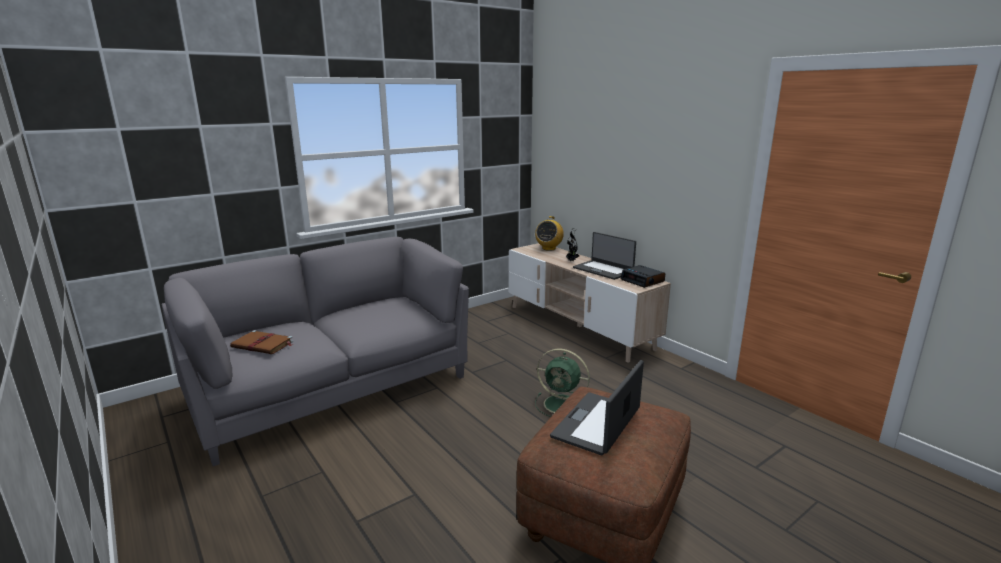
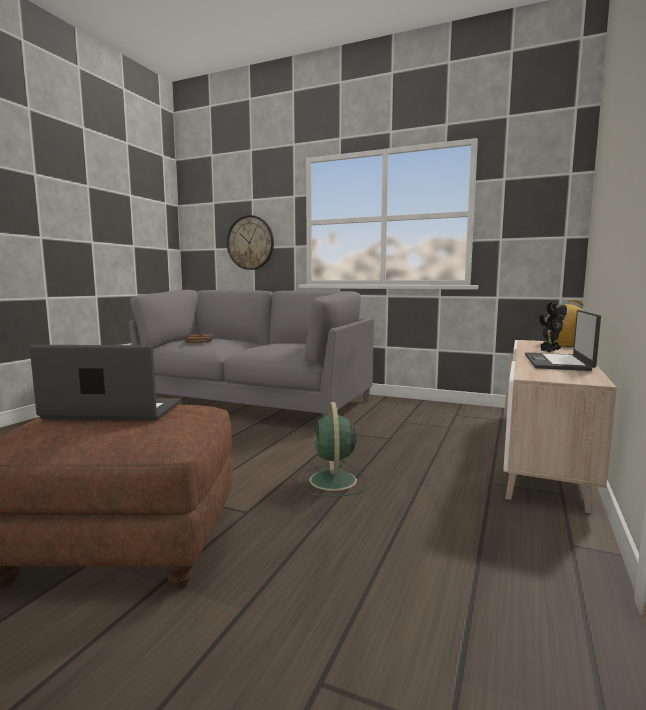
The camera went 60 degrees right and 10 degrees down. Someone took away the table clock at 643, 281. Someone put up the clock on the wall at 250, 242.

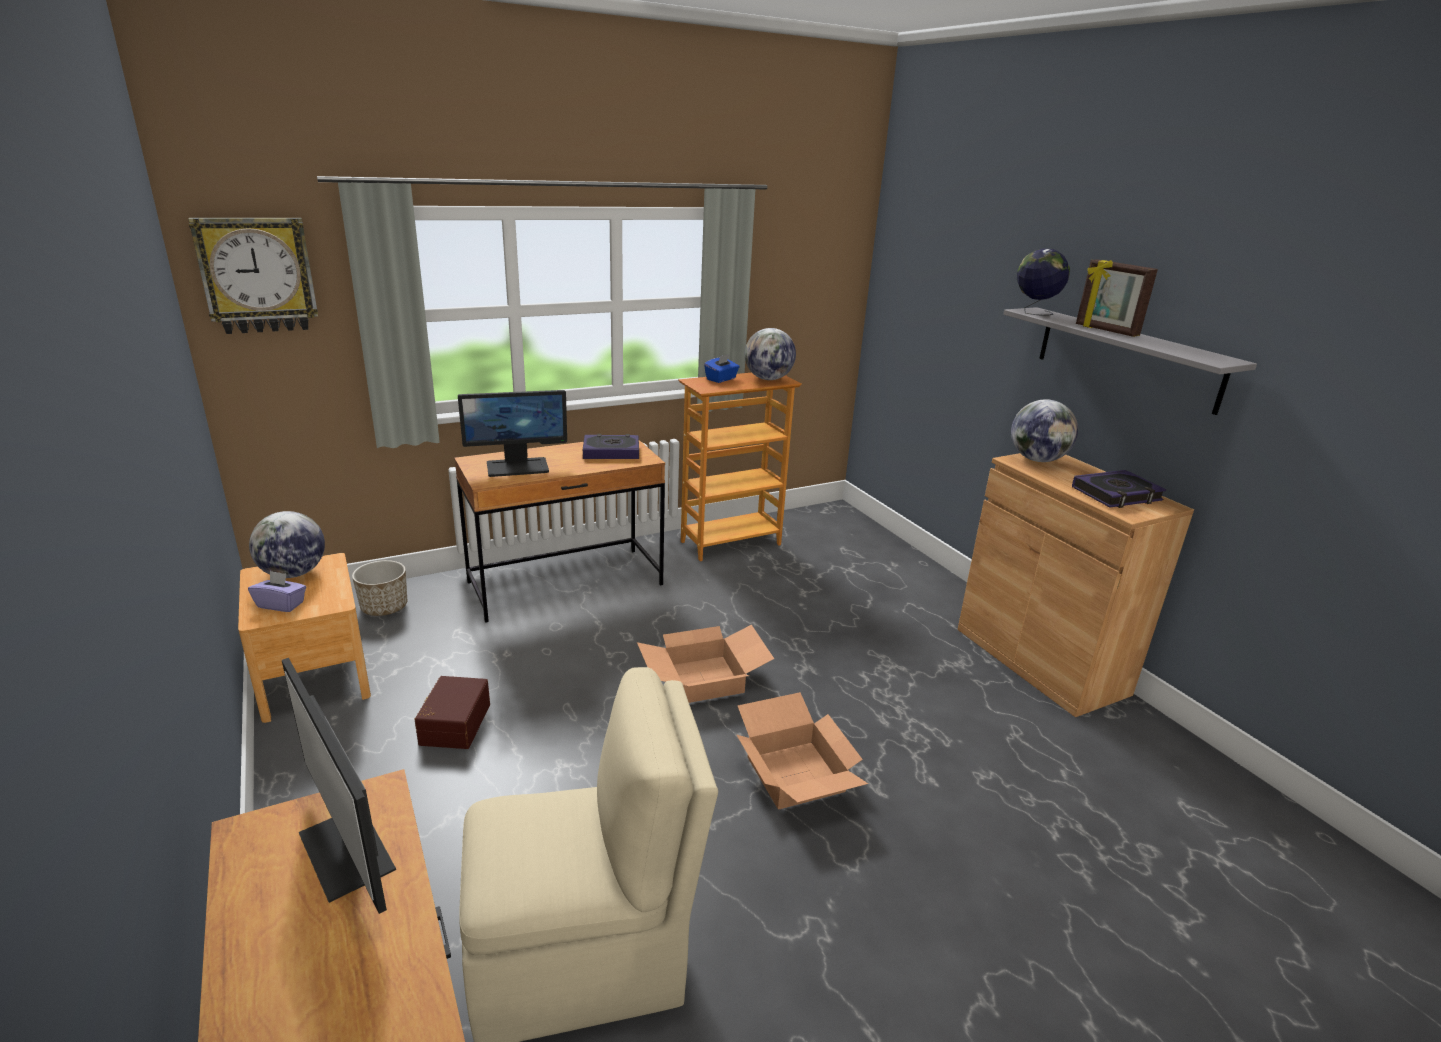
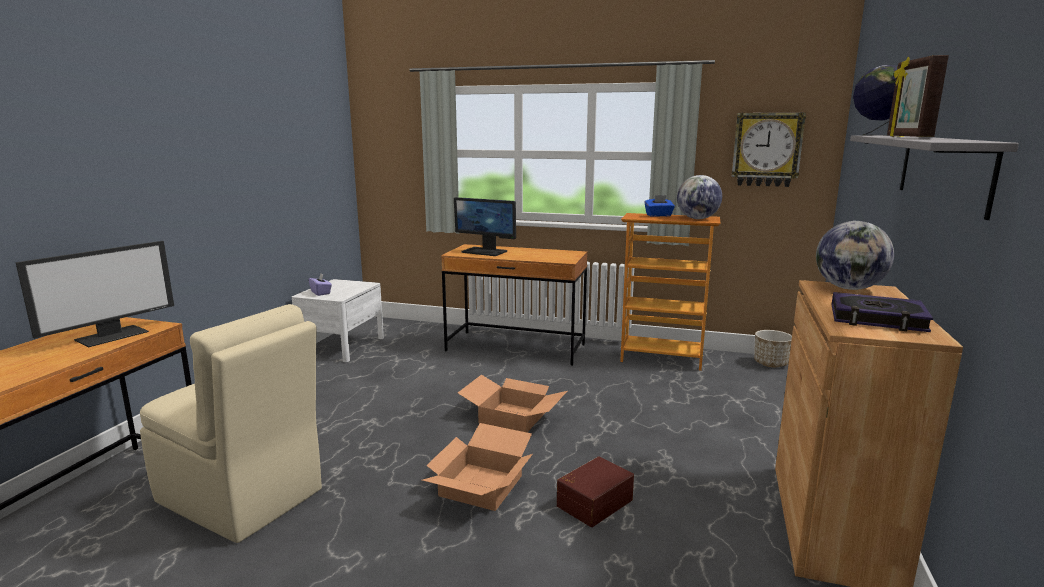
The camera went 45 degrees right and 10 degrees down. Someone took away the desk globe at 293, 573. Someone took away the volume at 611, 451. Someone carried the clock on the wall from 257, 275 to 766, 149. Someone carried the flower pot from 384, 607 to 771, 363. Someone carried the brown-coloured storage box from 453, 724 to 593, 502. Someone repainted the brown-coloured nightstand at 314, 675, which became the white nightstand at 342, 346. Someone rotated the computer screen at 349, 851 by 150 degrees counterclockwise.

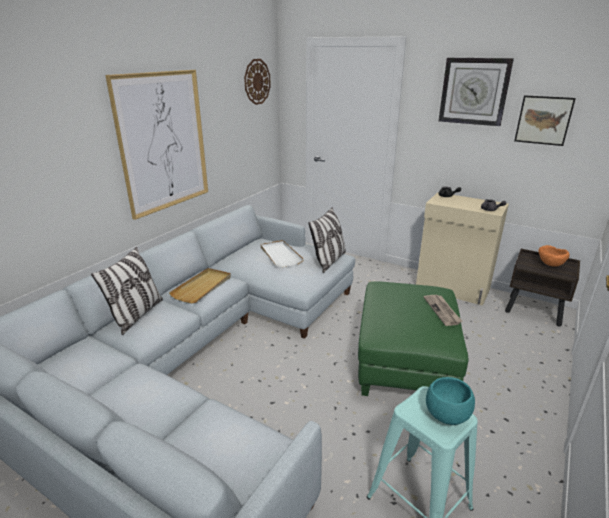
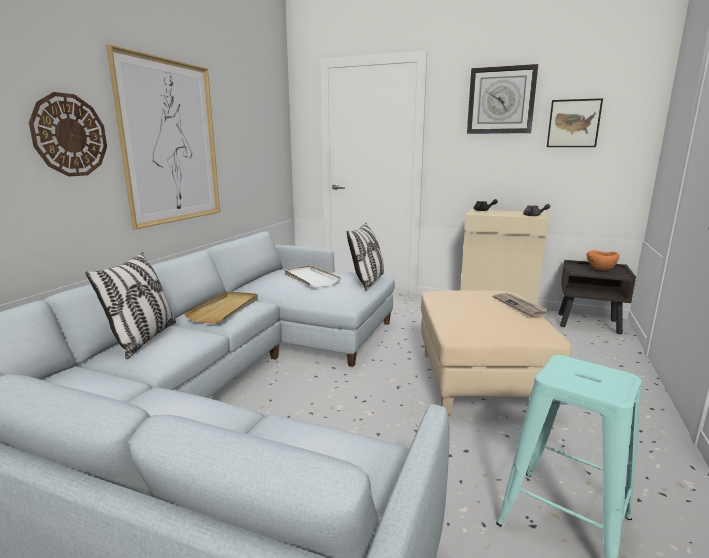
The camera went 10 degrees left and 10 degrees down. Someone took away the turquoise bowl at 446, 415. Someone carried the clock on the wall from 257, 81 to 69, 135. Someone repainted the greenish footrest at 405, 366, which became the sand-coloured footrest at 480, 382.

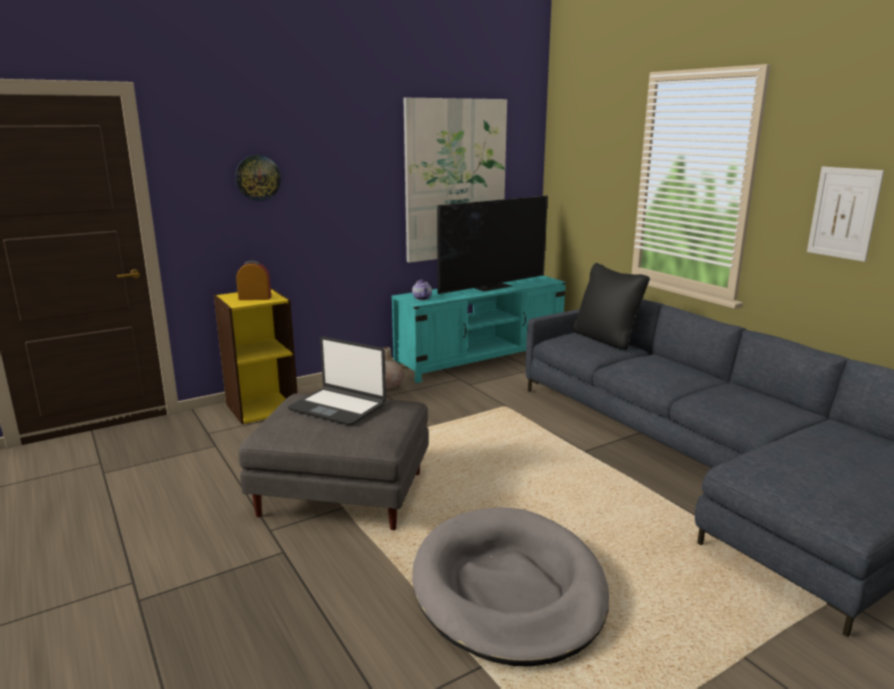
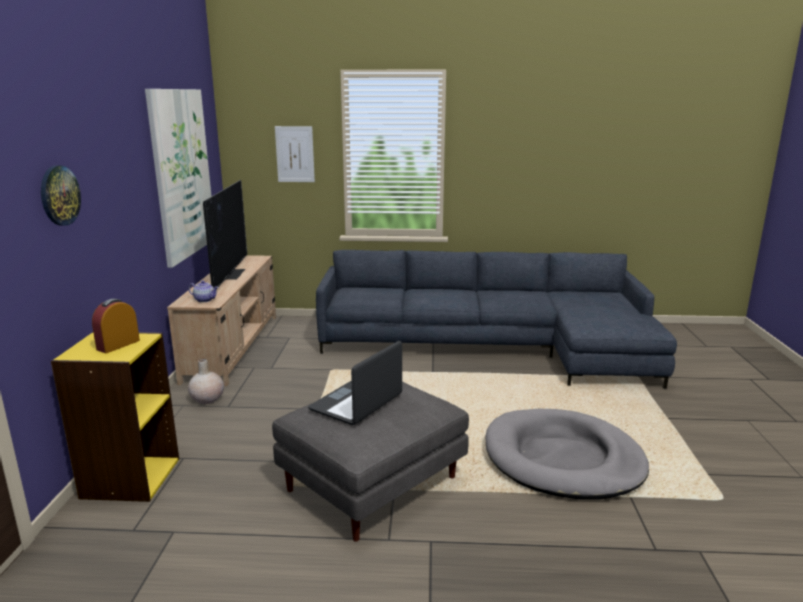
The camera went 55 degrees left and 0 degrees up. Someone took away the black-coloured throw pillow at 606, 339. Someone carried the wall art from 843, 213 to 295, 154. Someone repainted the turquoise tv unit at 481, 358, which became the sand-coloured tv unit at 233, 346. Someone rotated the notebook computer at 338, 407 by 150 degrees clockwise.

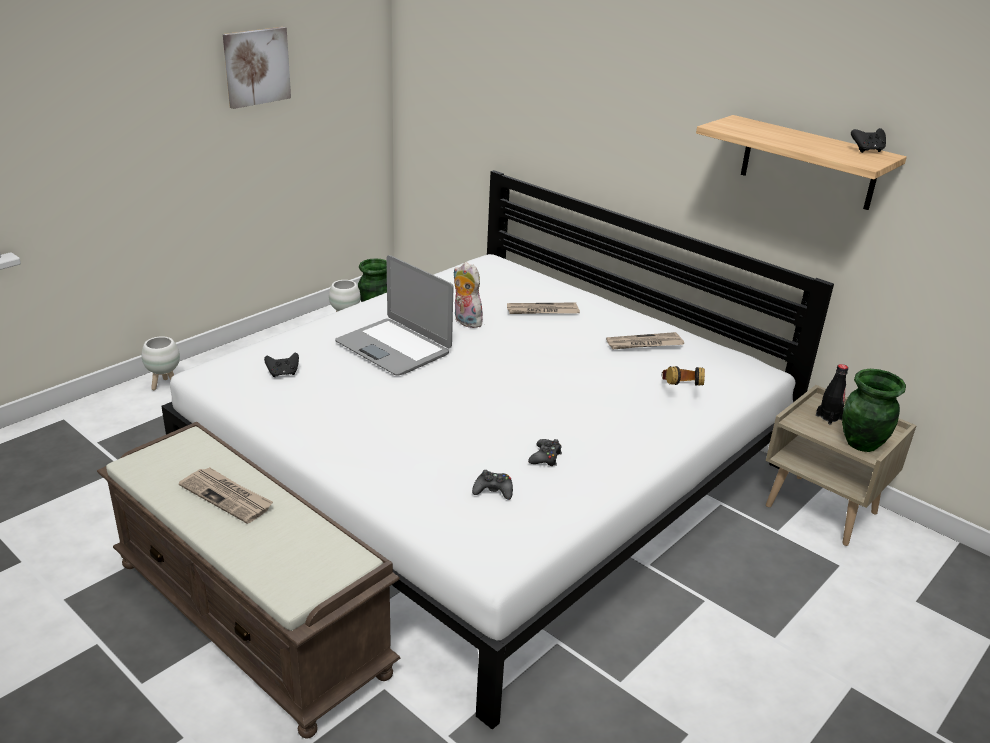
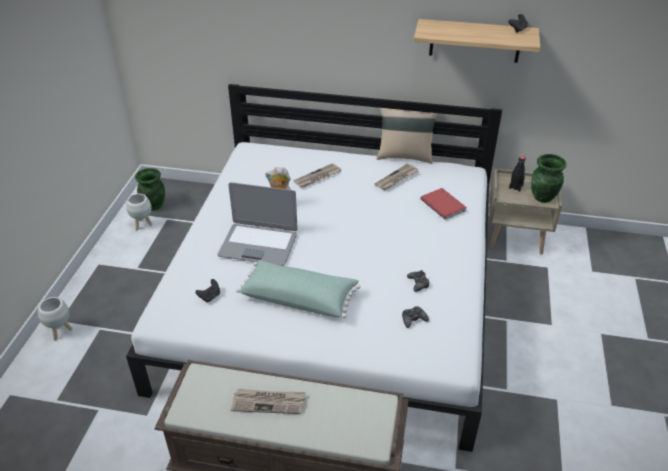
The camera went 30 degrees left and 10 degrees up. Someone took away the wall art at 256, 66. Someone put down the greenish throw pillow at 299, 297. Someone put down the sand-coloured throw pillow at 404, 156. Someone swapped the pair of headphones at 679, 390 for the reddish volume at 444, 204.

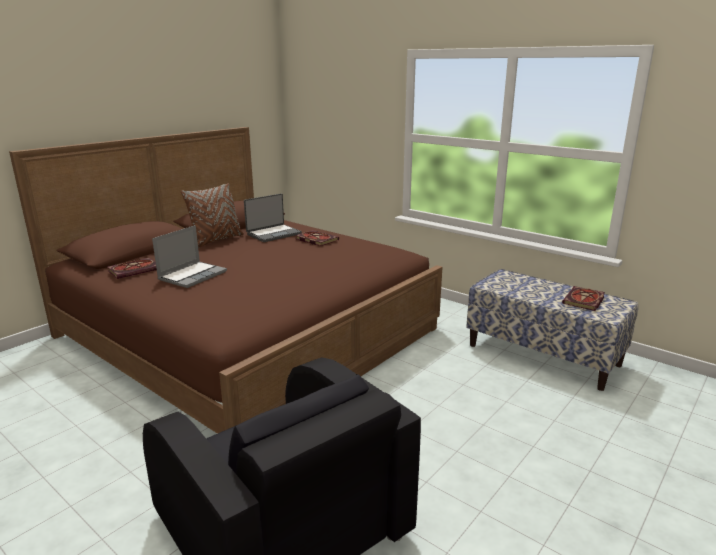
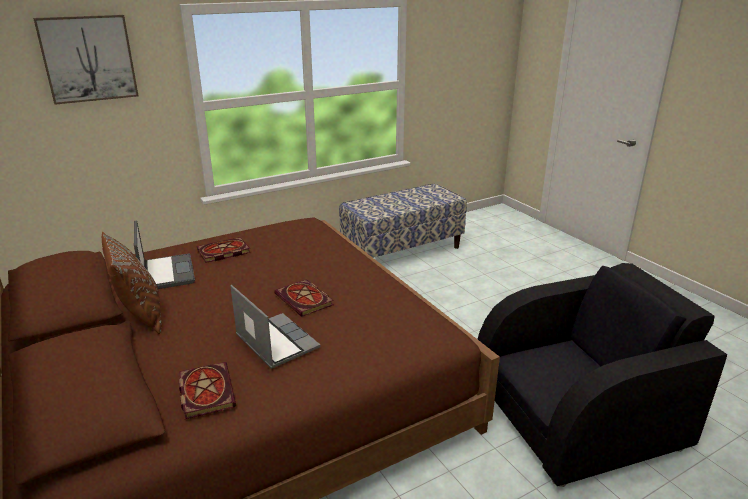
The camera went 70 degrees left and 5 degrees up. Someone put up the wall art at 88, 59. Someone carried the volume from 584, 301 to 305, 300.

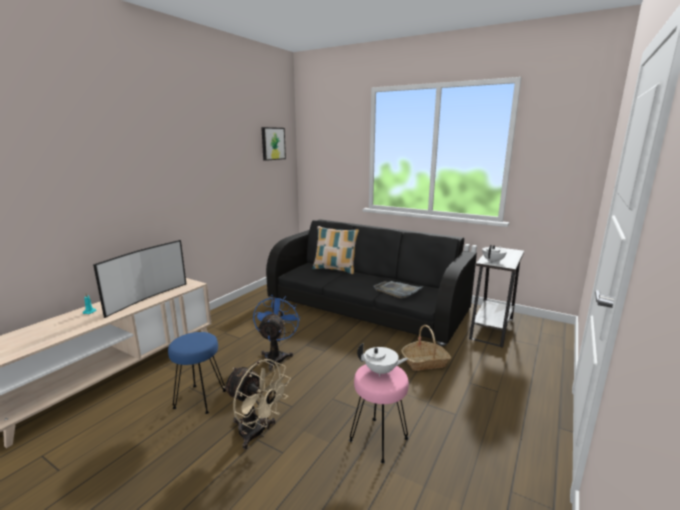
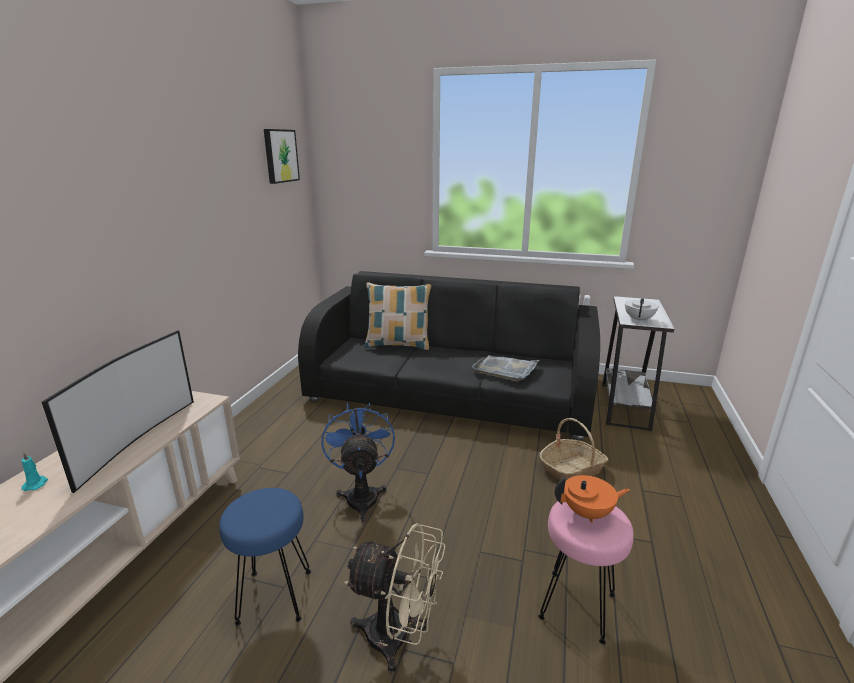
The camera went 15 degrees left and 5 degrees up. Someone repainted the white teapot at 381, 371, which became the orange teapot at 588, 513.

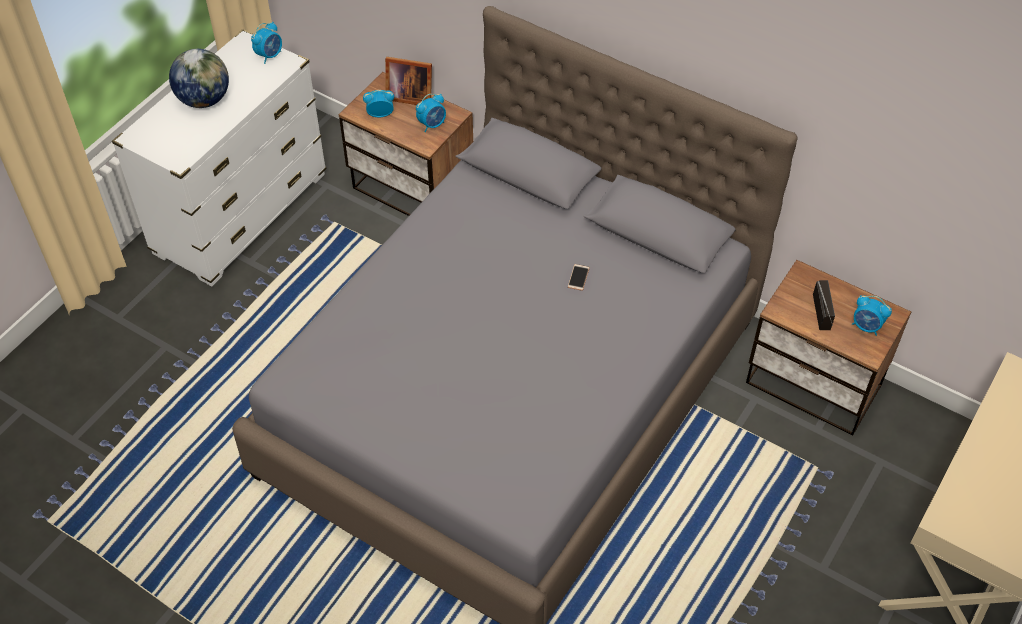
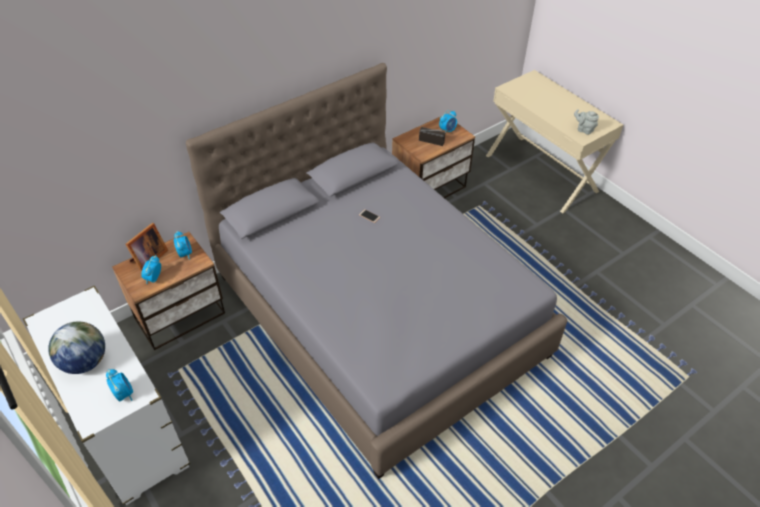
The camera went 70 degrees left and 5 degrees down. Someone put down the greyish teapot at 584, 130. Someone carried the table clock from 270, 55 to 124, 394.

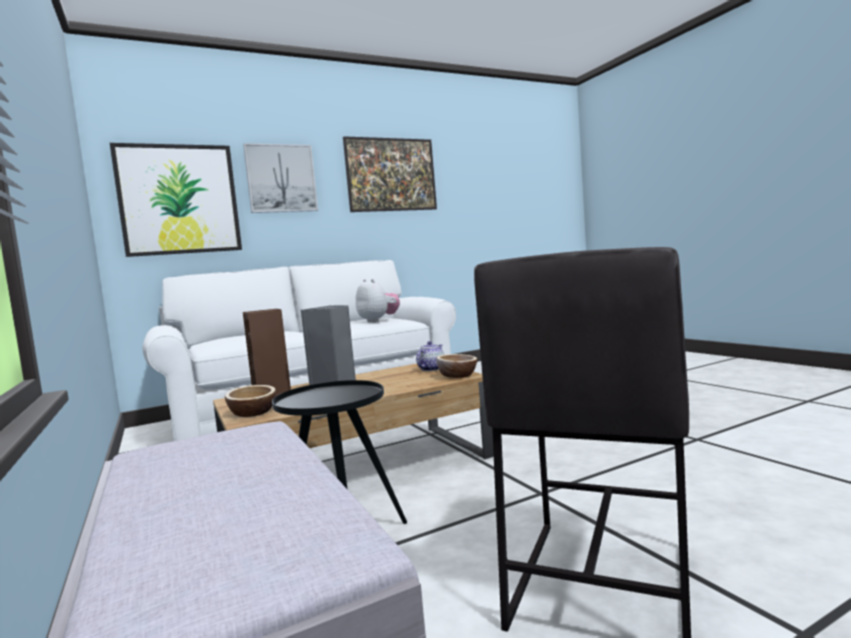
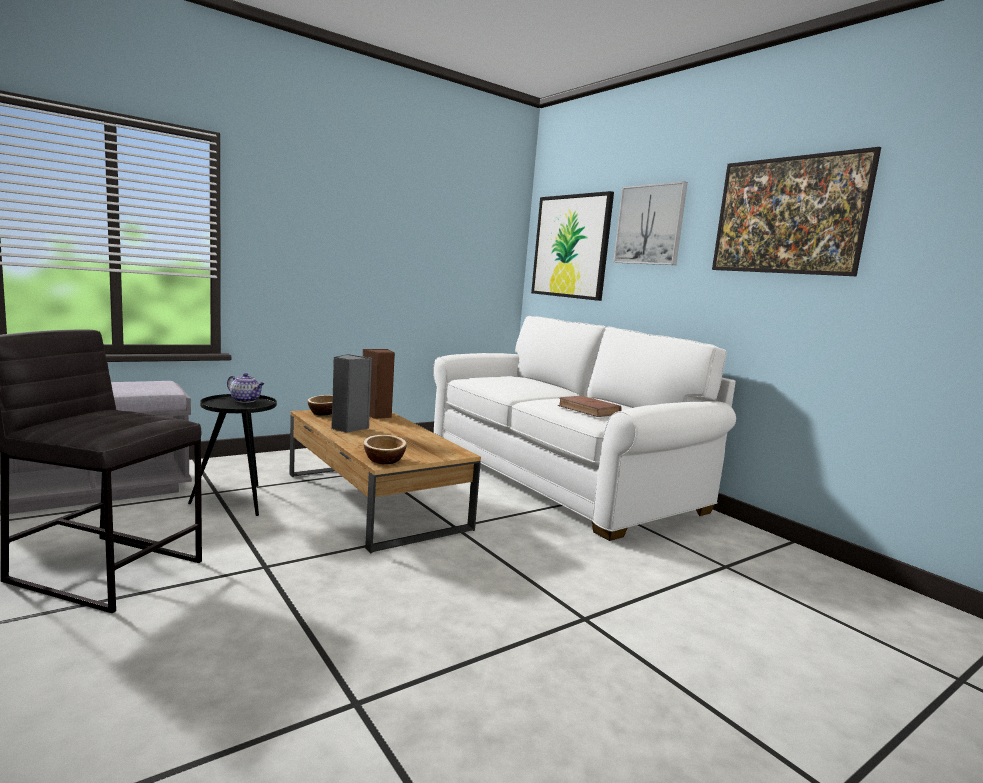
The camera went 80 degrees right and 5 degrees up. Someone carried the teapot from 431, 369 to 246, 400. Someone swapped the cuddly toy at 378, 321 for the brown-coloured volume at 589, 410.

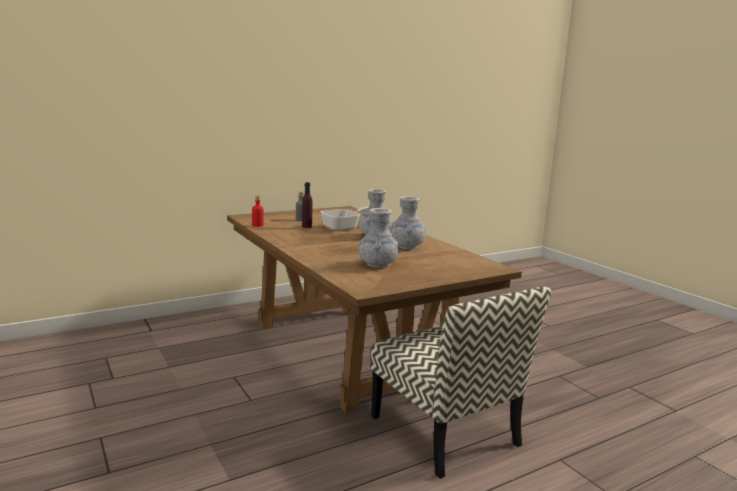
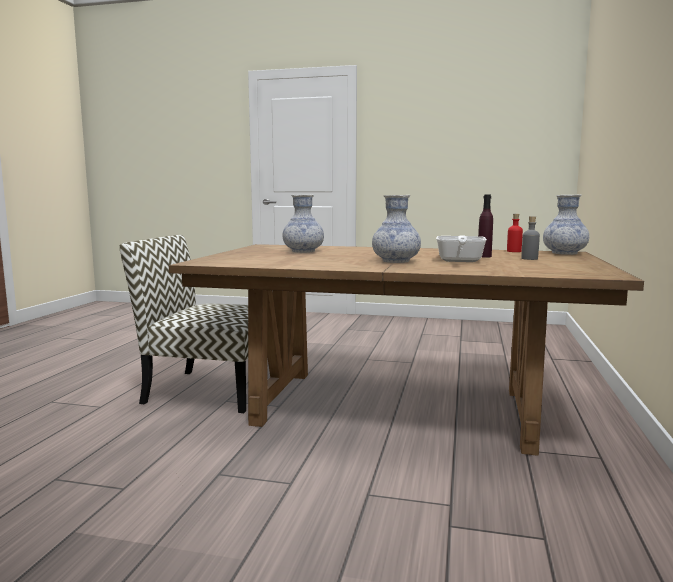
The camera went 135 degrees right and 5 degrees down. Someone carried the vase from 406, 246 to 564, 253.

